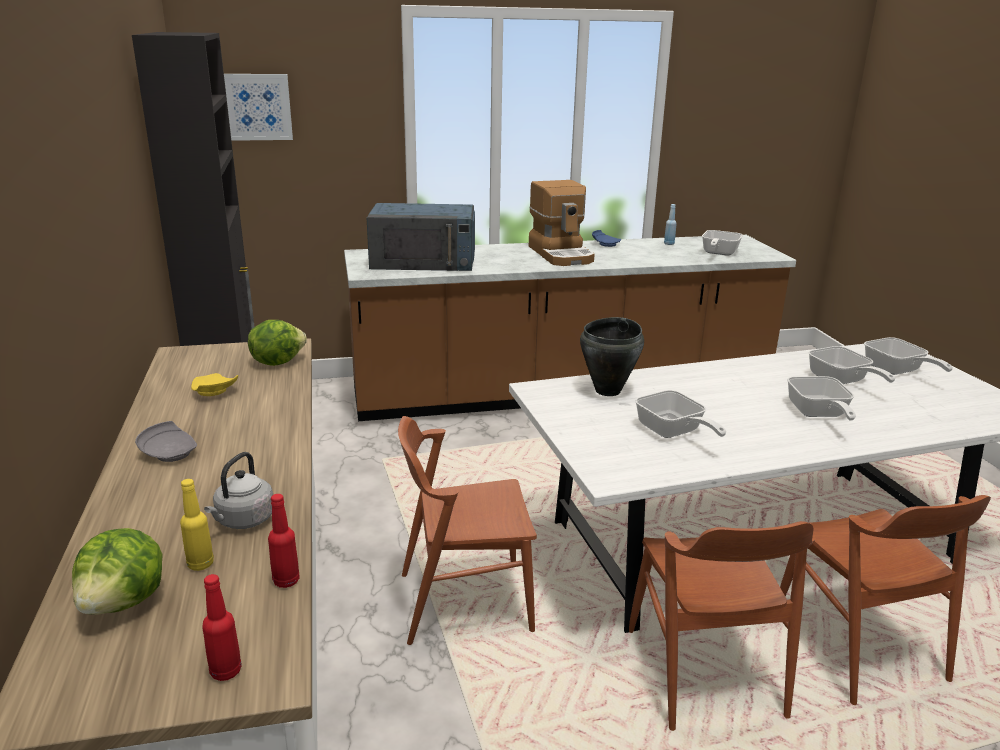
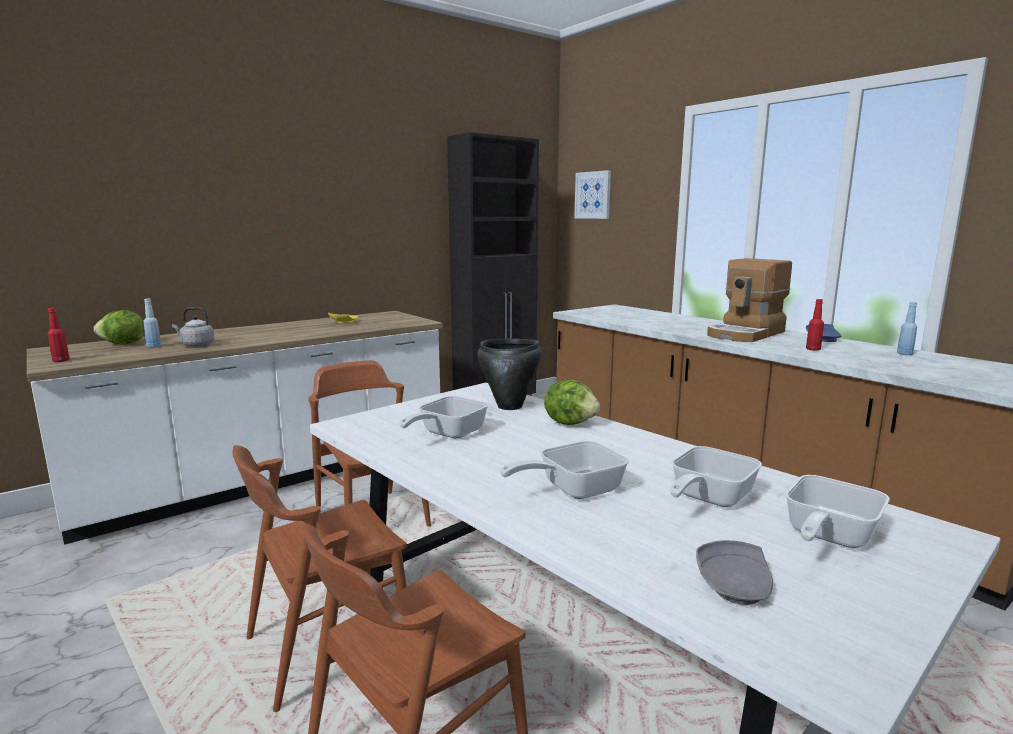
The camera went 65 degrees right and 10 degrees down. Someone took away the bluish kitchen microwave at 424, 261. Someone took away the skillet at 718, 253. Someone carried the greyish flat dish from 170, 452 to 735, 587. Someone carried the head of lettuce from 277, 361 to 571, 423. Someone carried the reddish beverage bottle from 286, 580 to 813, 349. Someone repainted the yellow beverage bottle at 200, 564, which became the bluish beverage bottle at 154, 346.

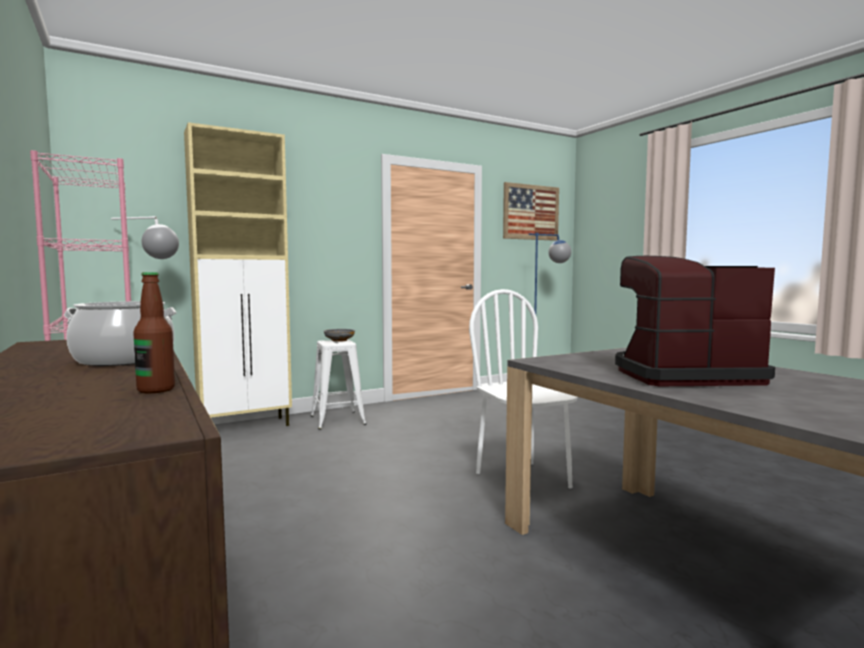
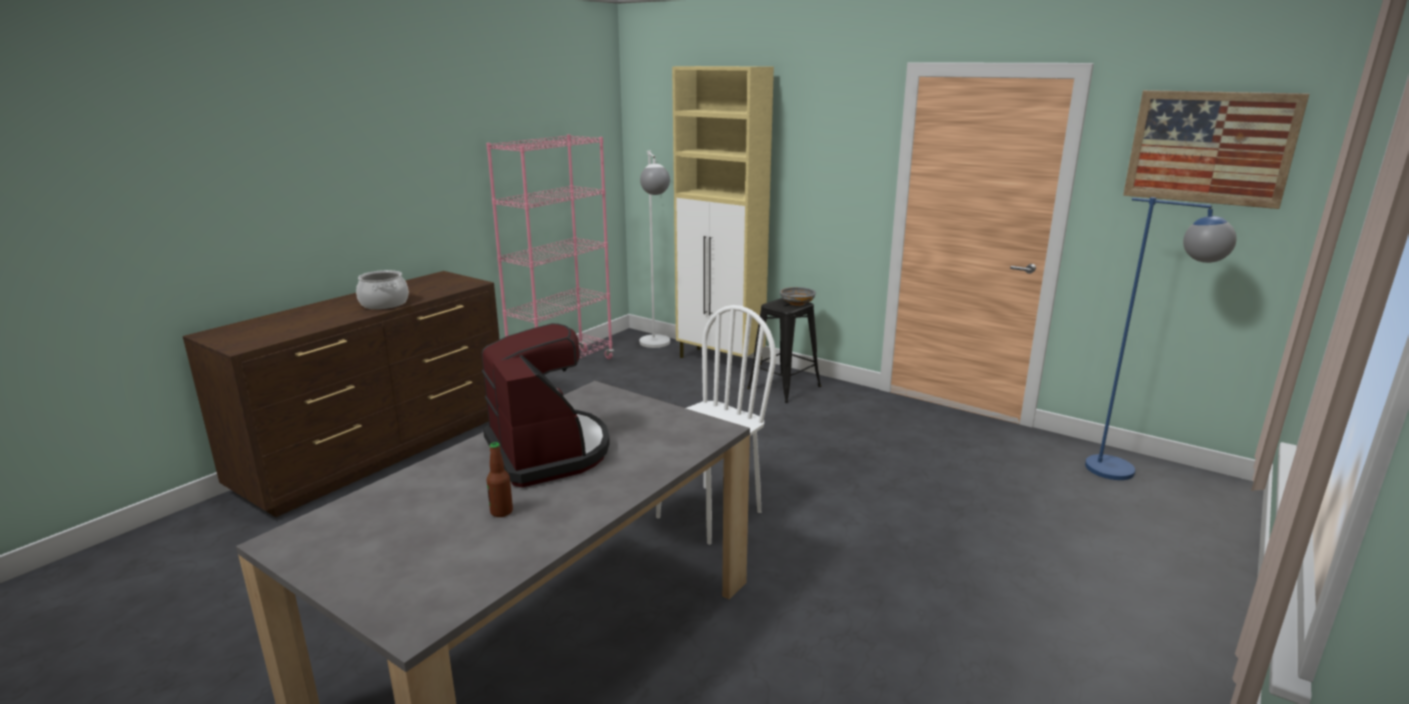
The camera went 65 degrees right and 15 degrees up. Someone carried the beverage bottle from 156, 390 to 501, 512. Someone repainted the white sitting stool at 337, 420, which became the black-coloured sitting stool at 784, 387.

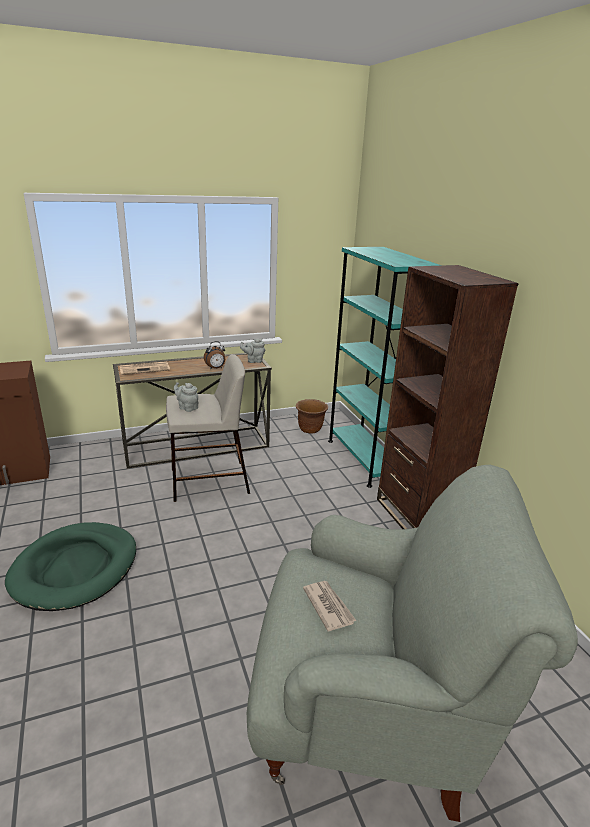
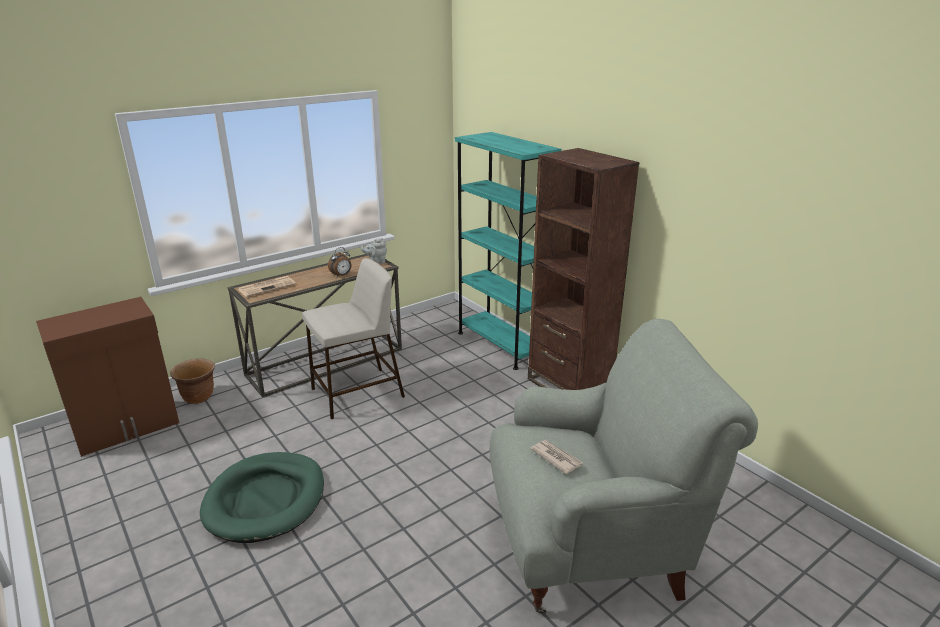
The camera went 15 degrees left and 0 degrees up. Someone took away the greyish teapot at 187, 407. Someone carried the brown-coloured flower pot from 310, 429 to 198, 397.

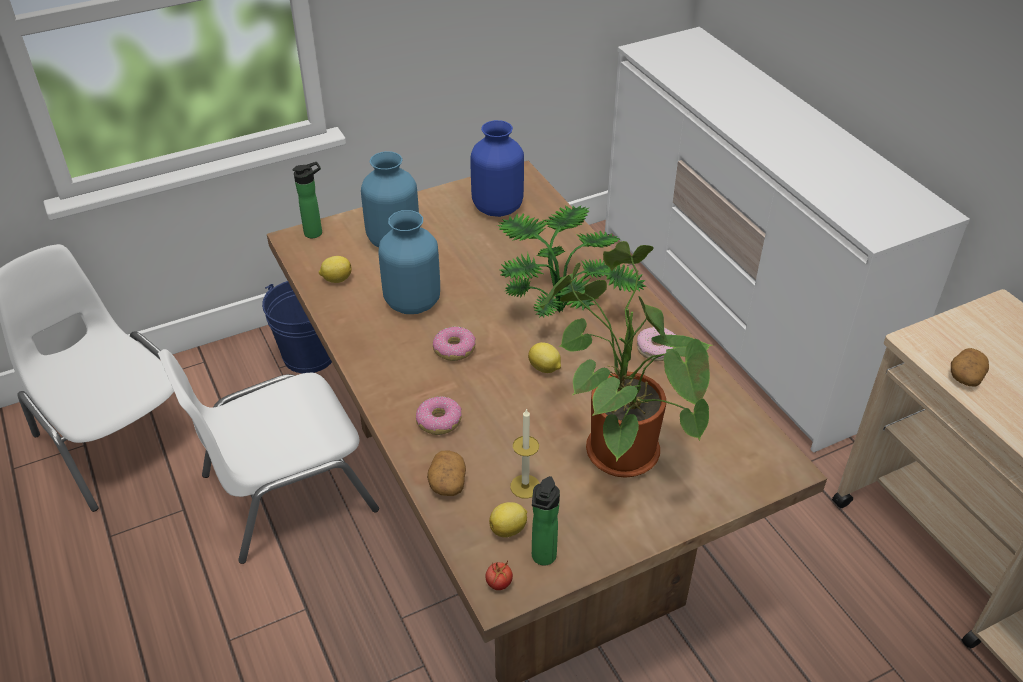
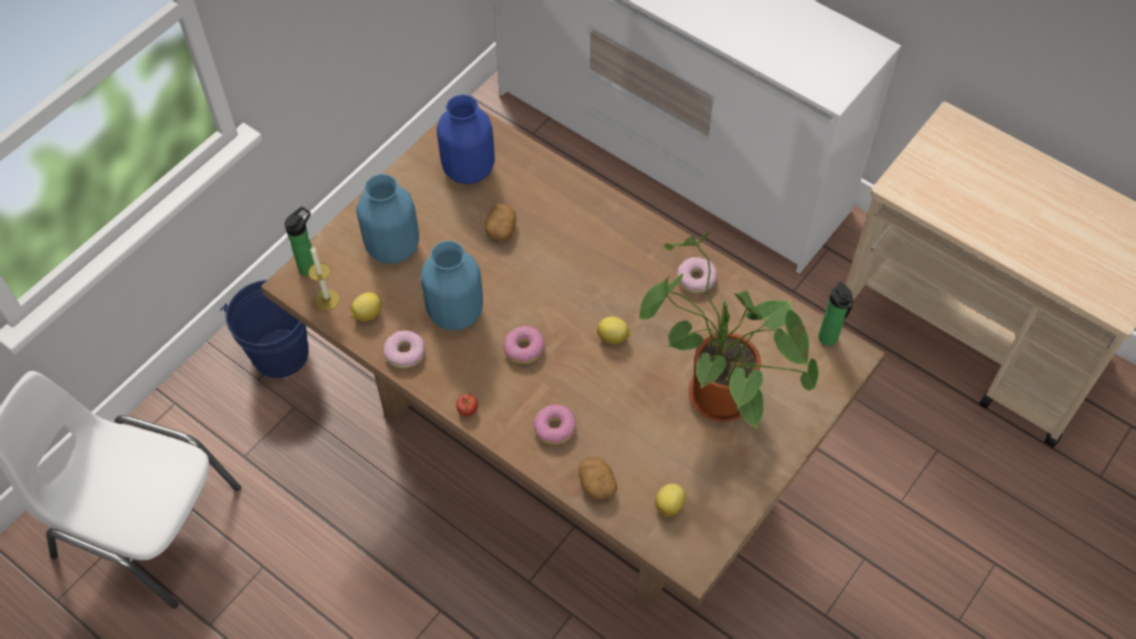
The camera went 25 degrees left and 15 degrees up. Someone took away the white upright chair at 285, 492. Someone took away the potted plant at 563, 305. Someone put down the doughnut at 405, 353. Someone carried the whole tomato from 499, 583 to 467, 410. Someone carried the candle from 525, 486 to 327, 300. Someone carried the beverage bottle from 542, 559 to 828, 340. Someone carried the whole potato from 965, 376 to 501, 228.

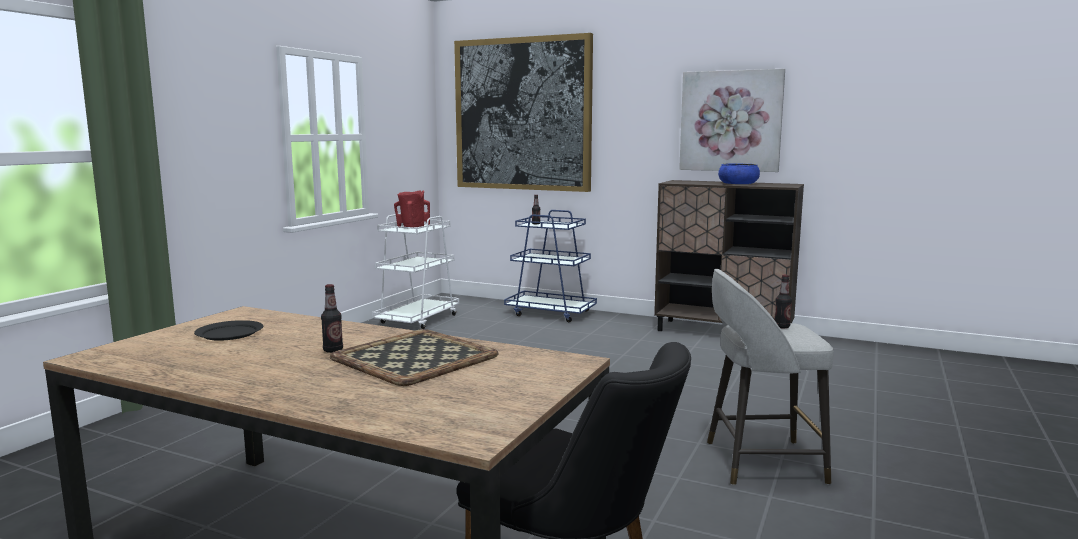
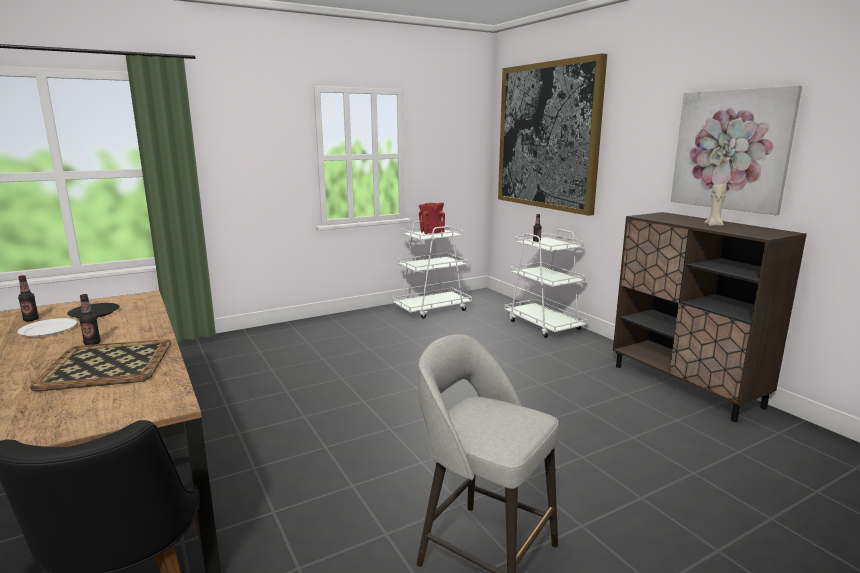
The camera went 35 degrees right and 5 degrees up. Someone put down the white flat dish at 48, 330. Someone carried the beverage bottle from 781, 327 to 31, 319. Someone swapped the bluish bowl at 738, 183 for the sand-coloured candle at 714, 225. Someone repainted the bluish cart at 551, 313, which became the white cart at 543, 325.

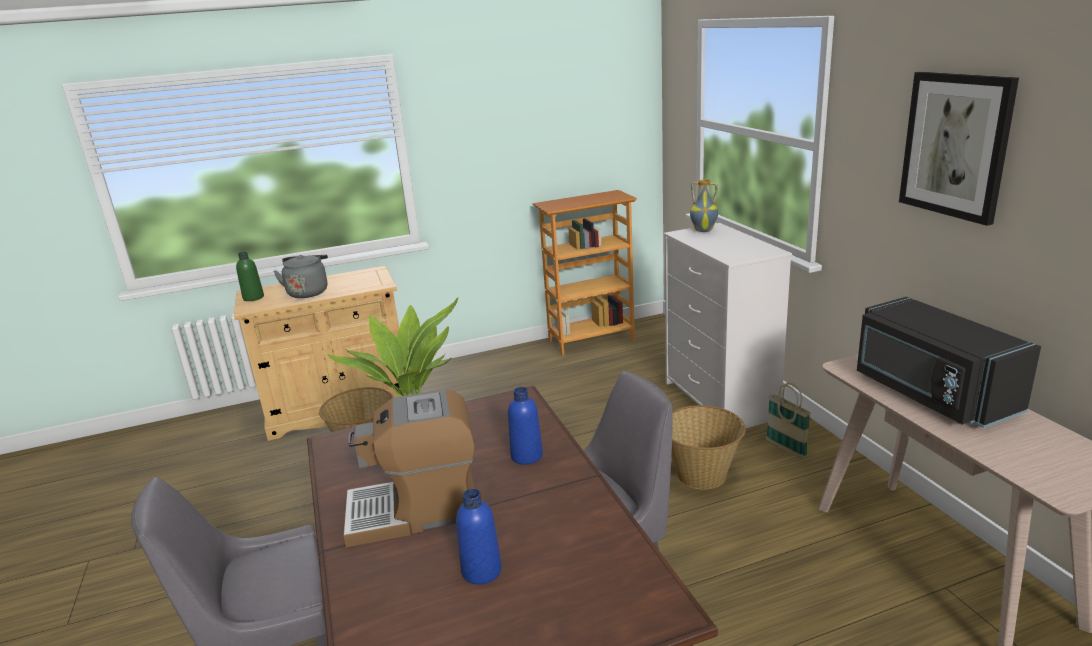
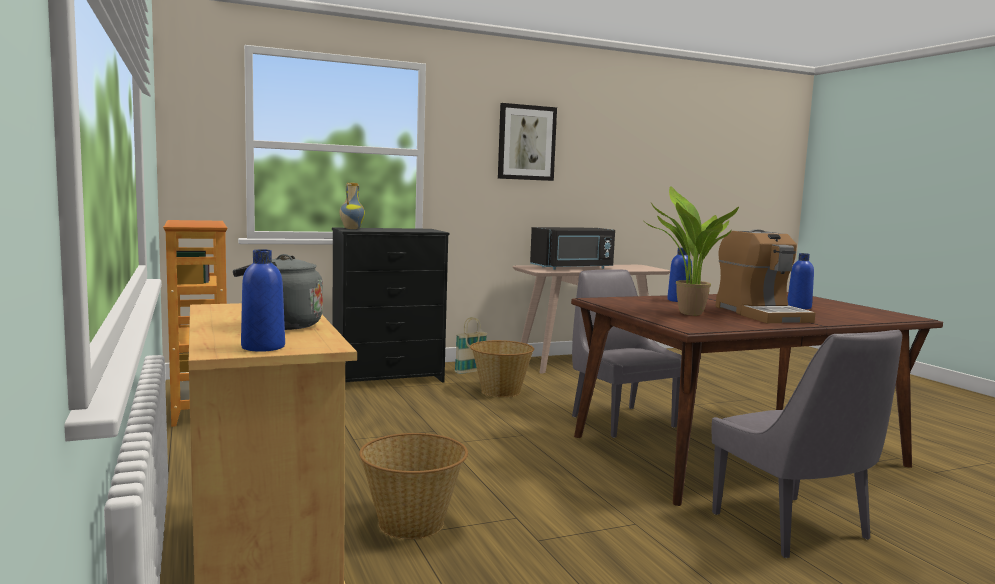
The camera went 95 degrees left and 15 degrees down. Someone repainted the greenish beverage bottle at 253, 298, which became the bluish beverage bottle at 263, 347. Someone repainted the white drawer chest at 720, 400, which became the black-coloured drawer chest at 388, 378.

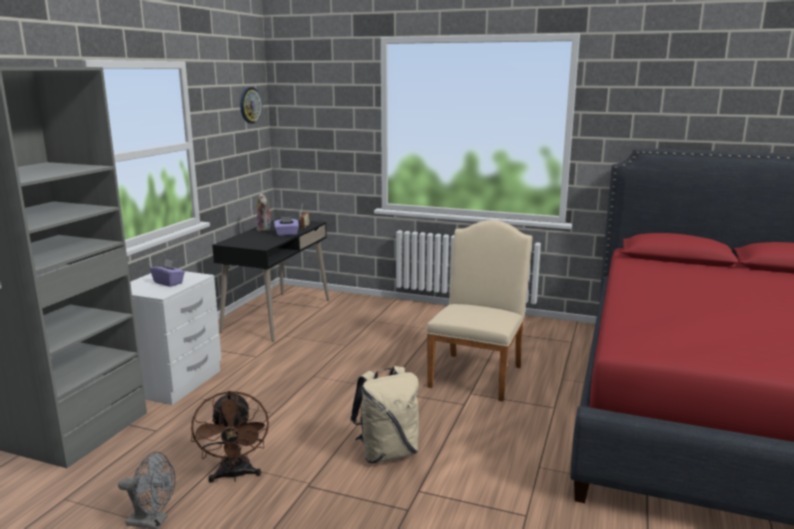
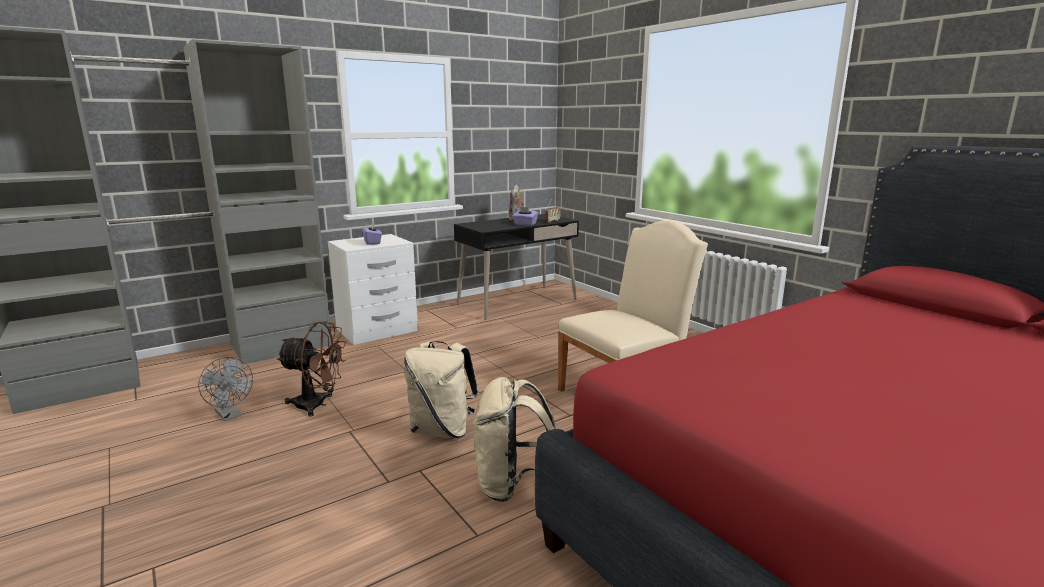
The camera went 35 degrees right and 0 degrees up. Someone took away the clock on the wall at 250, 105. Someone put down the sand-coloured knapsack at 512, 485. Someone rotated the brown-coloured electric fan at 235, 475 by 105 degrees counterclockwise.

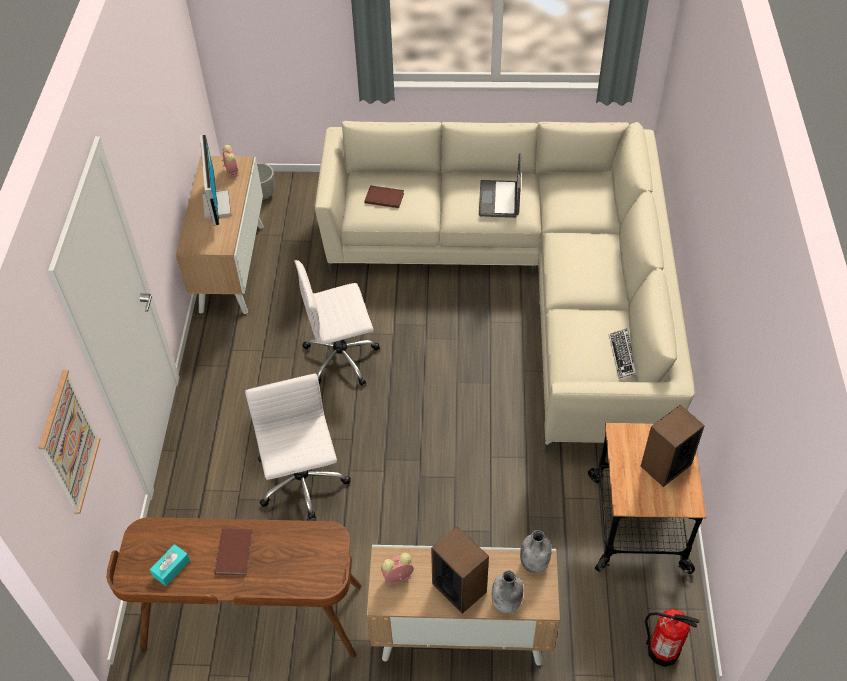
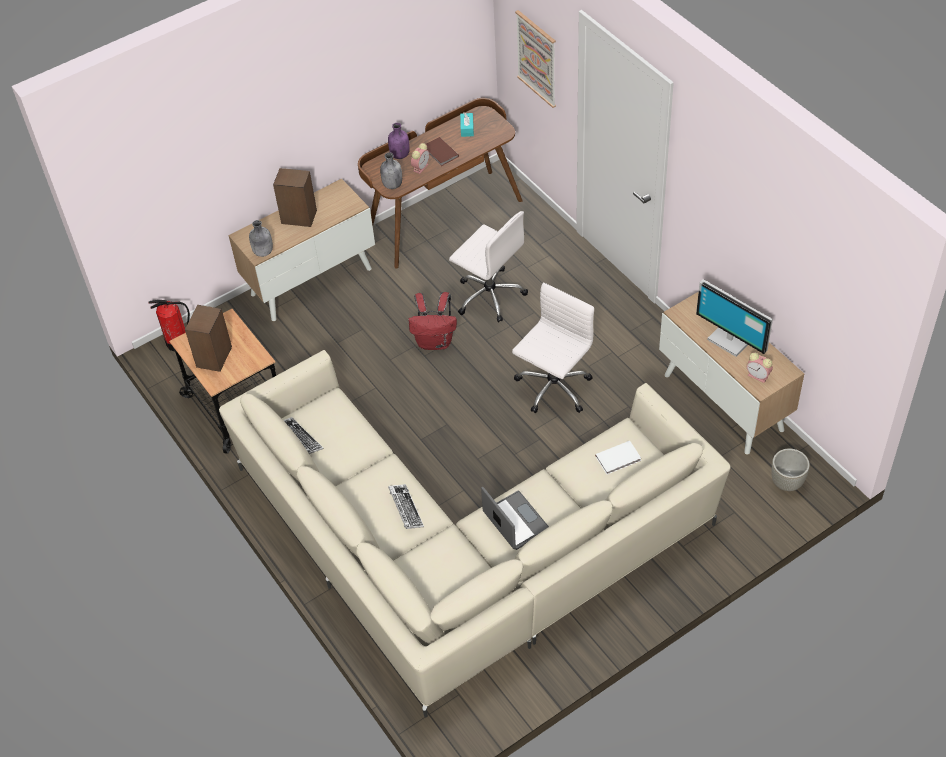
The camera went 145 degrees right and 0 degrees up. Someone put down the purple beverage bottle at 399, 155. Someone put down the PC keyboard at 405, 509. Someone put down the reddish knapsack at 435, 341. Someone carried the table clock from 397, 577 to 421, 167. Someone carried the greyish beverage bottle from 506, 603 to 392, 185. Someone repainted the brown-coloured volume at 384, 197, which became the white volume at 619, 459.

